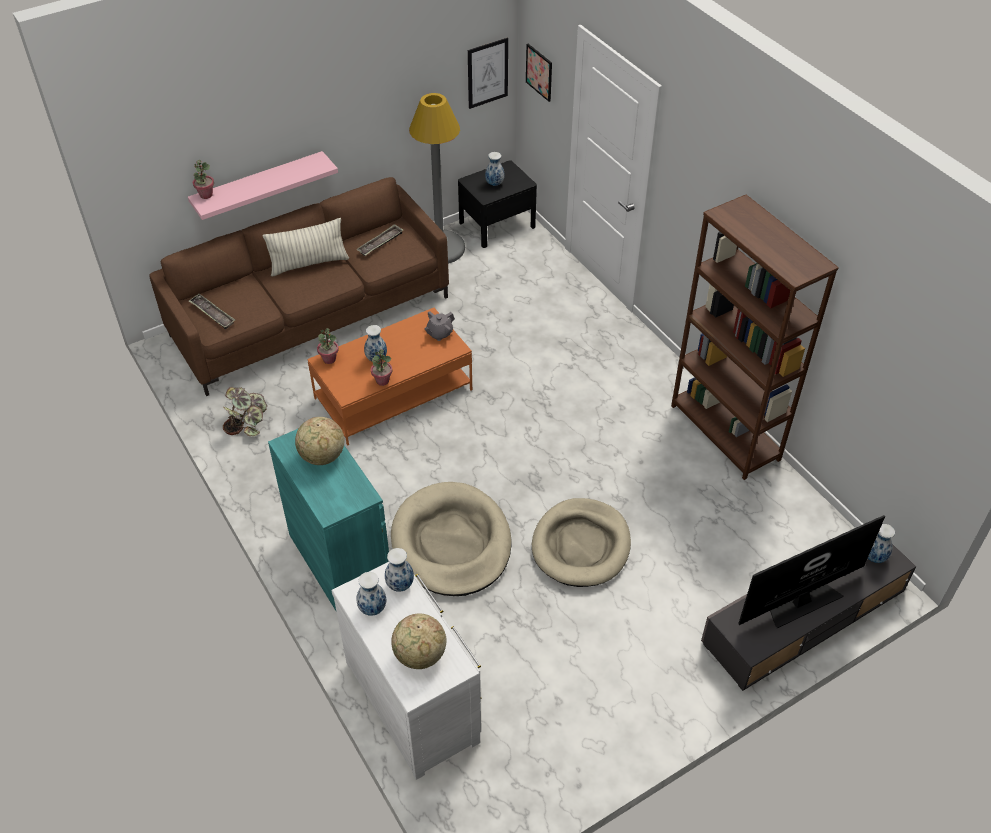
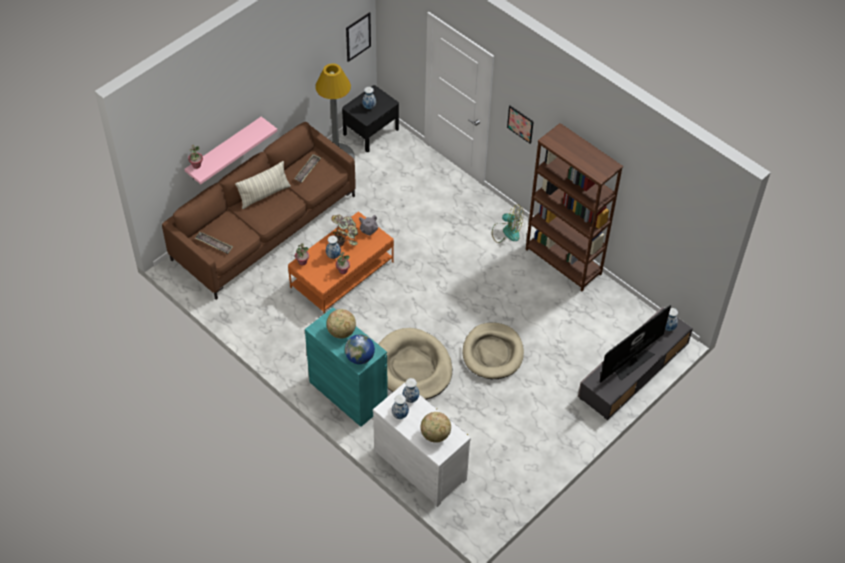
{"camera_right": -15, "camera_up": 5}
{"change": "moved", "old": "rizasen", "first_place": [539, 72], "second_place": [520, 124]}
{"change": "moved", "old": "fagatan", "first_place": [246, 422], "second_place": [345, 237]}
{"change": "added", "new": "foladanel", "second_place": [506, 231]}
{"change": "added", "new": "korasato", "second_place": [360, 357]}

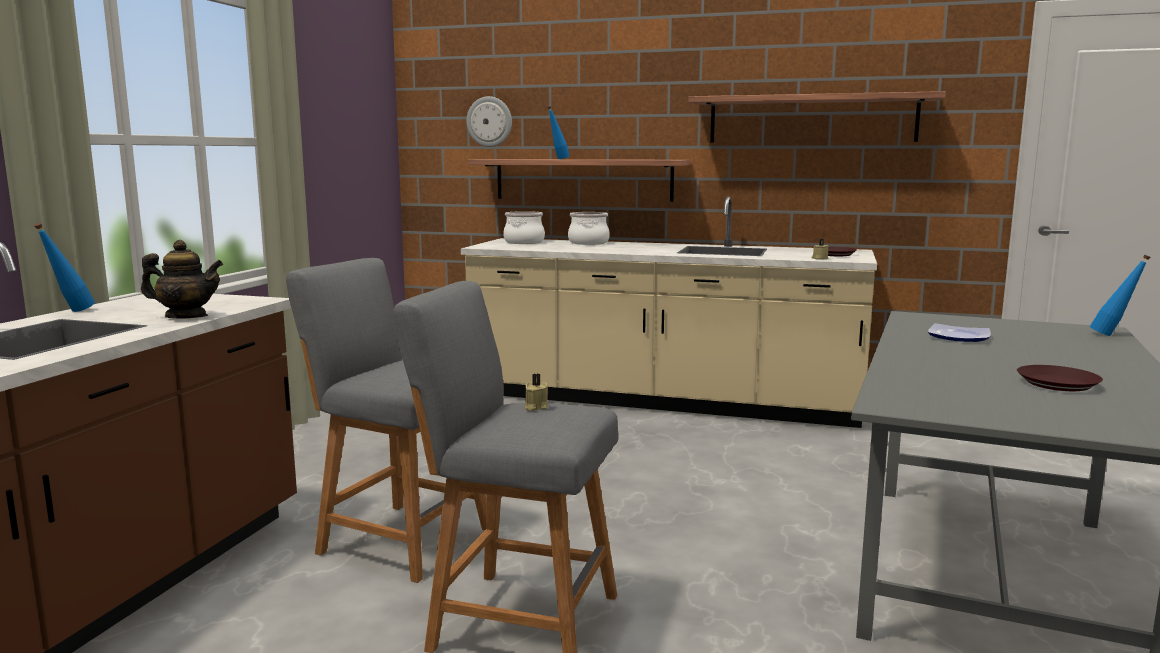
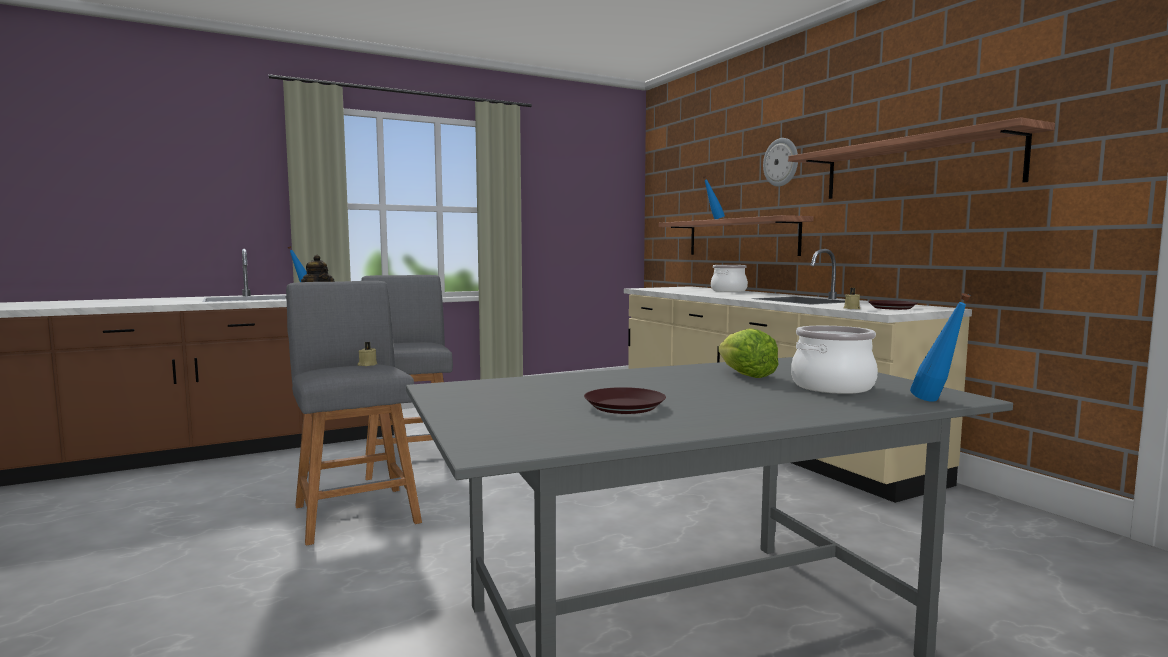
{"camera_right": 45, "camera_up": -5}
{"change": "moved", "old": "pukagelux", "first_place": [489, 121], "second_place": [781, 162]}
{"change": "moved", "old": "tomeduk", "first_place": [524, 242], "second_place": [833, 387]}
{"change": "replaced", "old": "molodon", "new": "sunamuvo", "first_place": [959, 337], "second_place": [745, 375]}

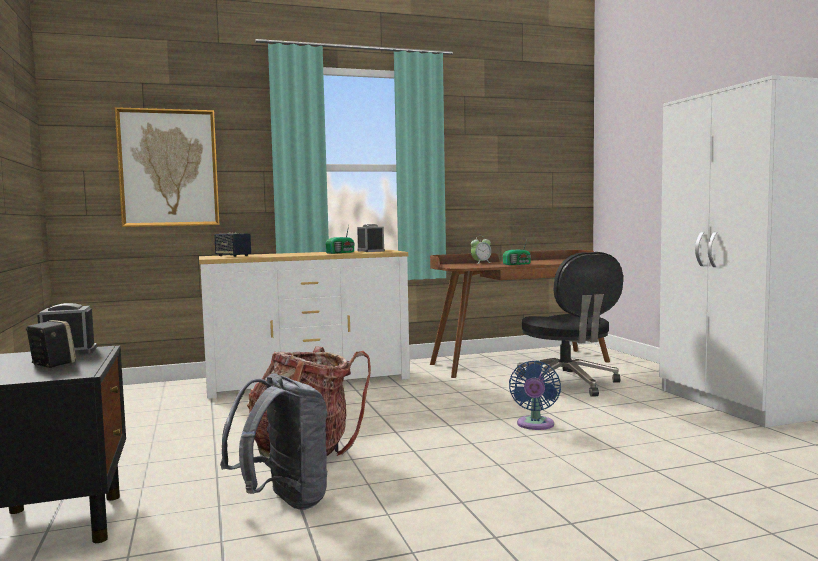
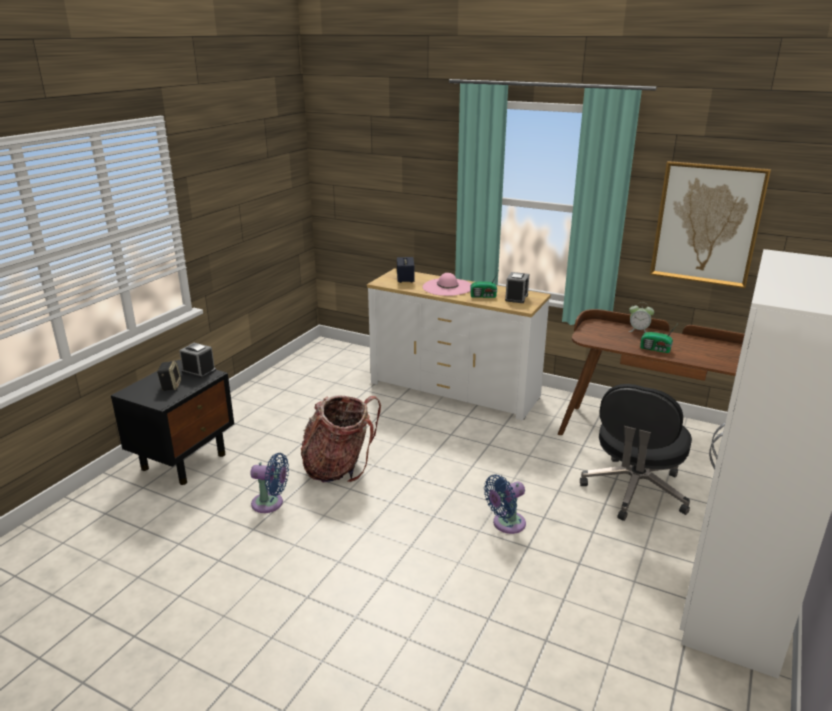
{"camera_right": 45, "camera_up": 20}
{"change": "moved", "old": "rizasen", "first_place": [168, 168], "second_place": [707, 224]}
{"change": "replaced", "old": "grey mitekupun", "new": "blue foladanel", "first_place": [283, 502], "second_place": [270, 503]}
{"change": "added", "new": "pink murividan", "second_place": [448, 287]}

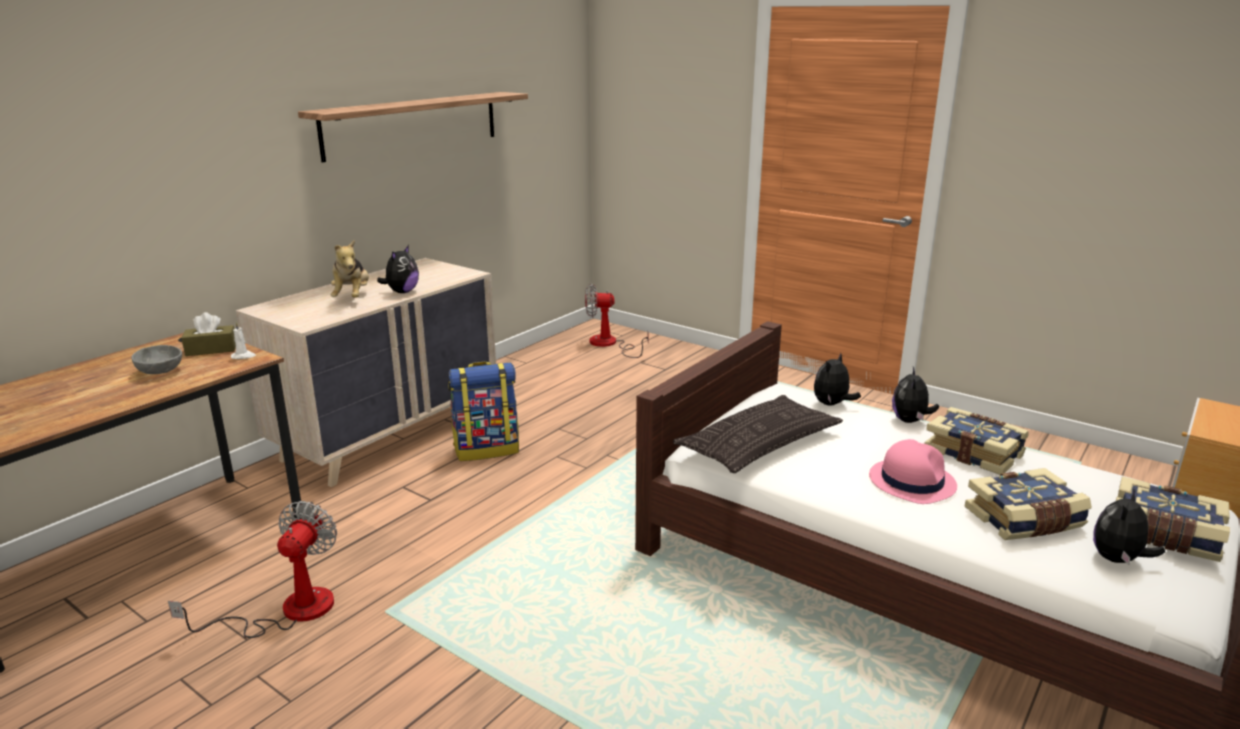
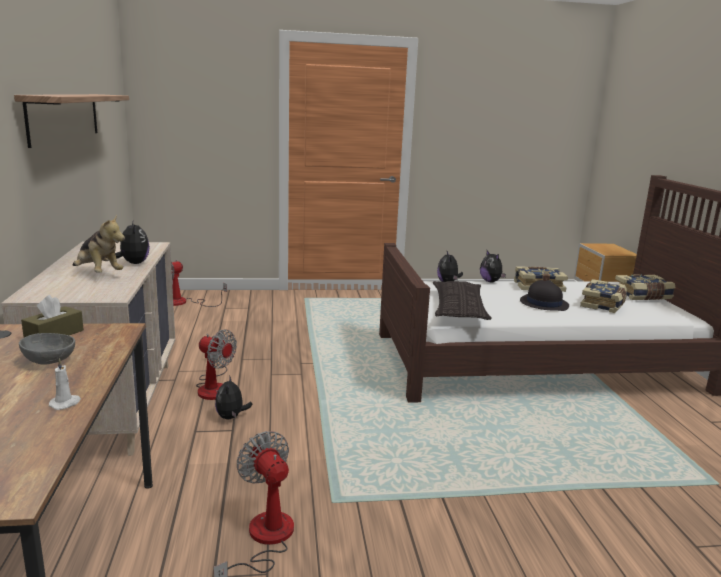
{"camera_right": -45, "camera_up": -5}
{"change": "moved", "old": "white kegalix", "first_place": [243, 356], "second_place": [65, 403]}
{"change": "replaced", "old": "mitekupun", "new": "foladanel", "first_place": [487, 449], "second_place": [214, 387]}
{"change": "recoloured", "old": "pink murividan", "new": "black murividan", "first_place": [911, 481], "second_place": [543, 303]}
{"change": "moved", "old": "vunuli", "first_place": [1118, 560], "second_place": [231, 417]}

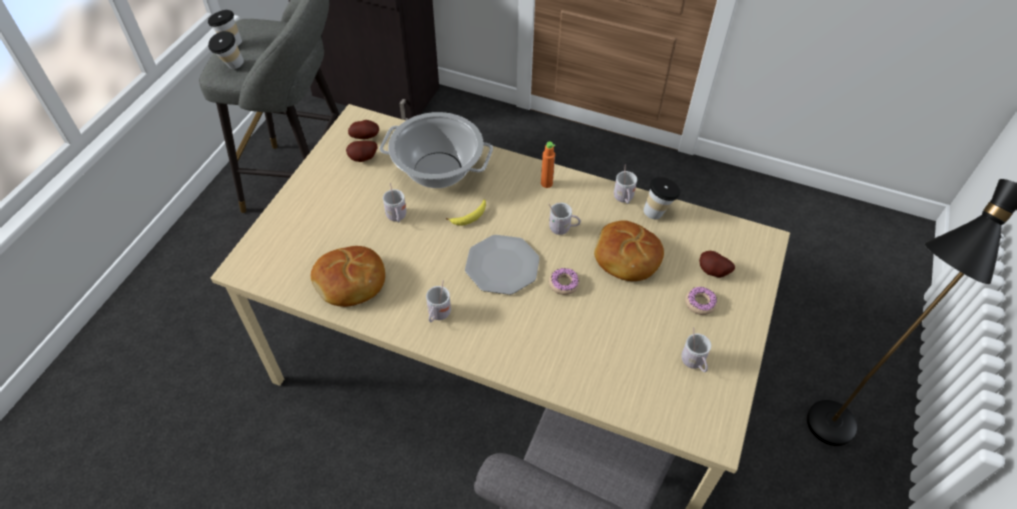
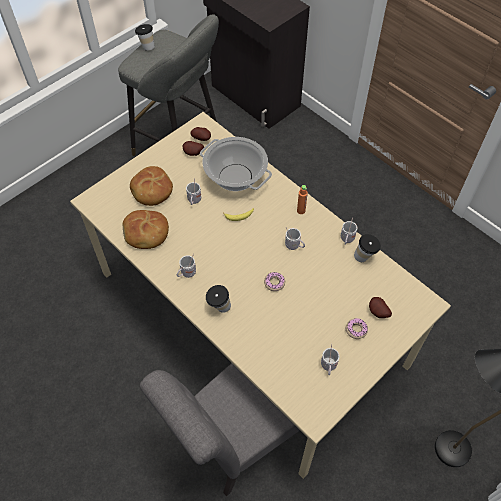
{"camera_right": 25, "camera_up": 5}
{"change": "moved", "old": "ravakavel", "first_place": [231, 67], "second_place": [219, 308]}
{"change": "moved", "old": "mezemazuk", "first_place": [626, 258], "second_place": [152, 190]}
{"change": "removed", "old": "molodon", "first_place": [502, 265]}

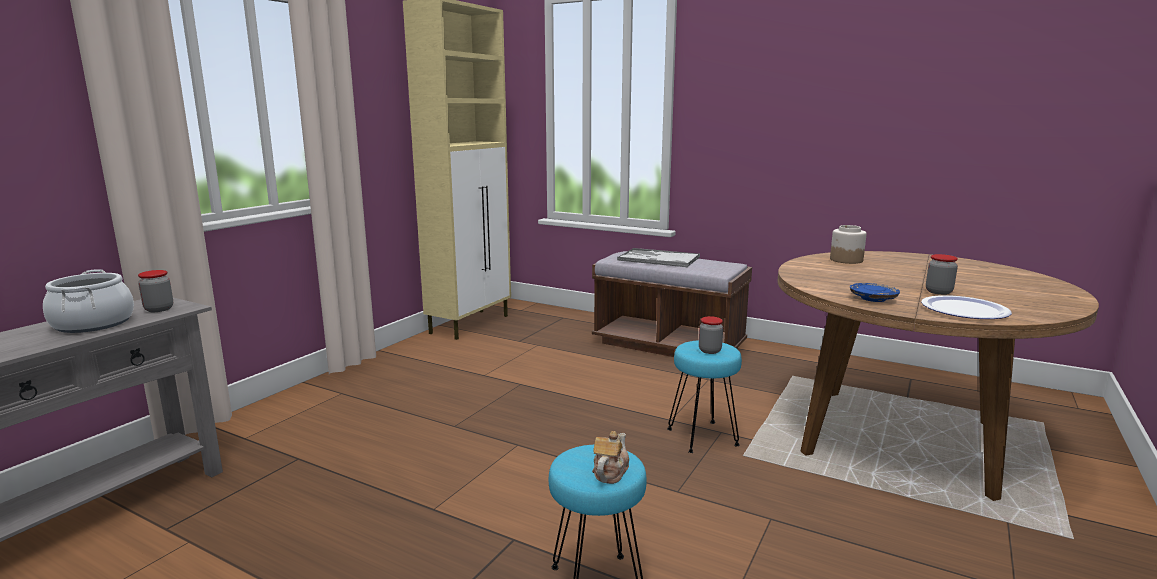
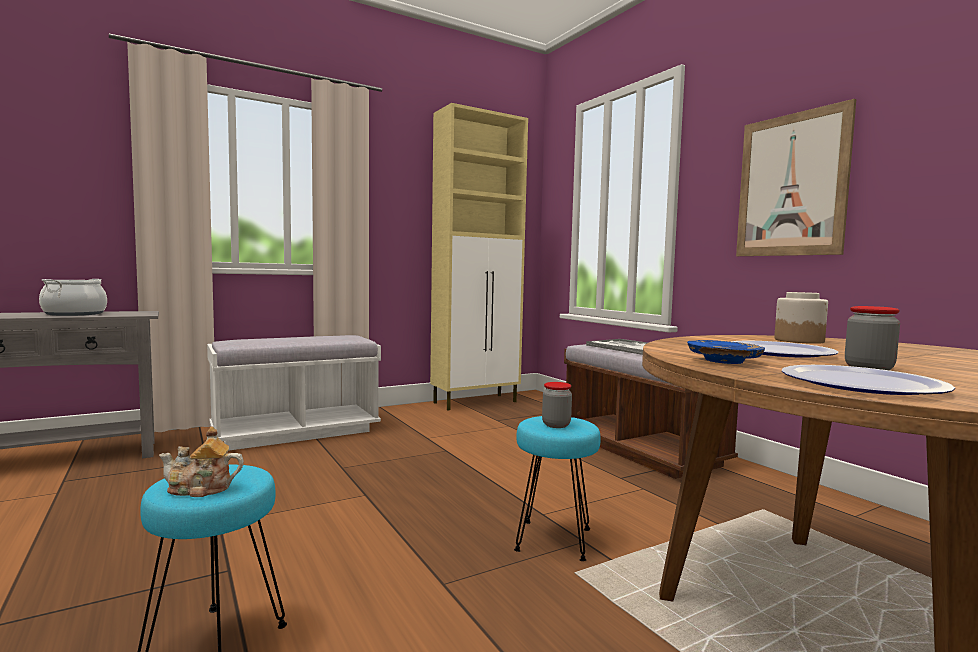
{"camera_right": 30, "camera_up": -10}
{"change": "removed", "old": "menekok", "first_place": [159, 309]}
{"change": "turned", "old": "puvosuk", "first_place": [610, 472], "second_place": [201, 489], "degrees": -150}
{"change": "added", "new": "rizasen", "second_place": [791, 185]}
{"change": "added", "new": "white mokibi", "second_place": [296, 432]}
{"change": "added", "new": "molodon", "second_place": [778, 352]}

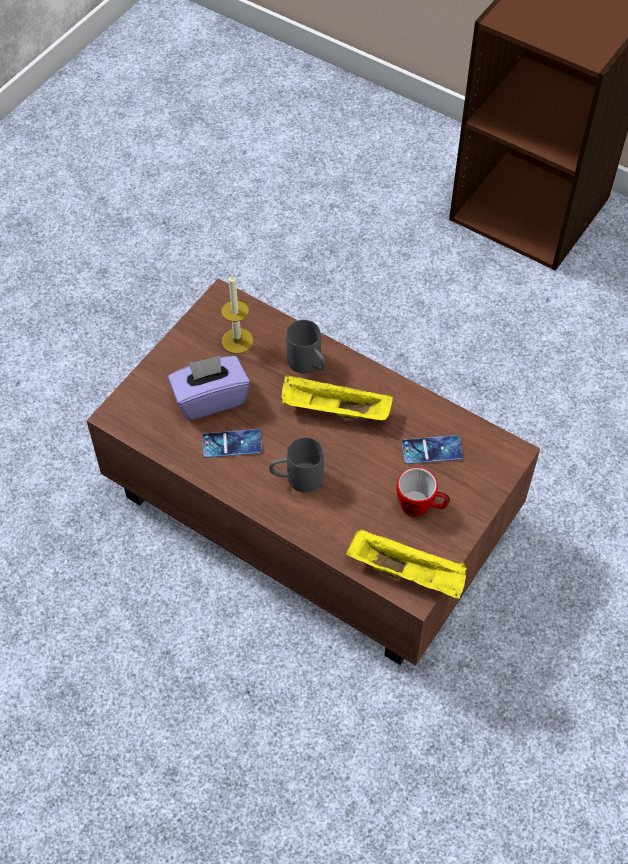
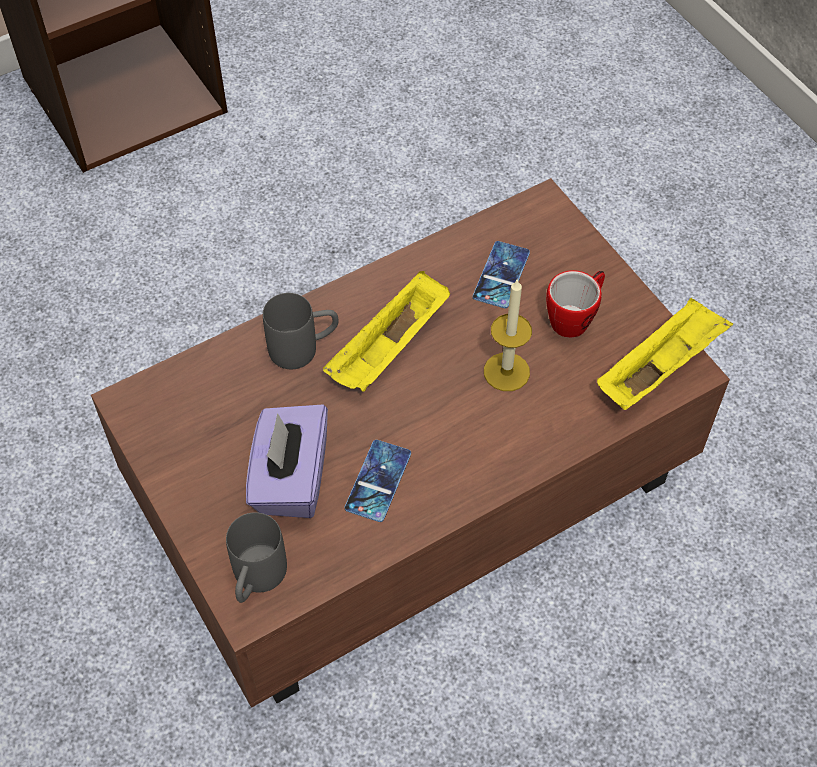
{"camera_right": -65, "camera_up": 0}
{"change": "moved", "old": "kegalix", "first_place": [237, 341], "second_place": [506, 372]}
{"change": "moved", "old": "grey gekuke", "first_place": [296, 479], "second_place": [256, 580]}

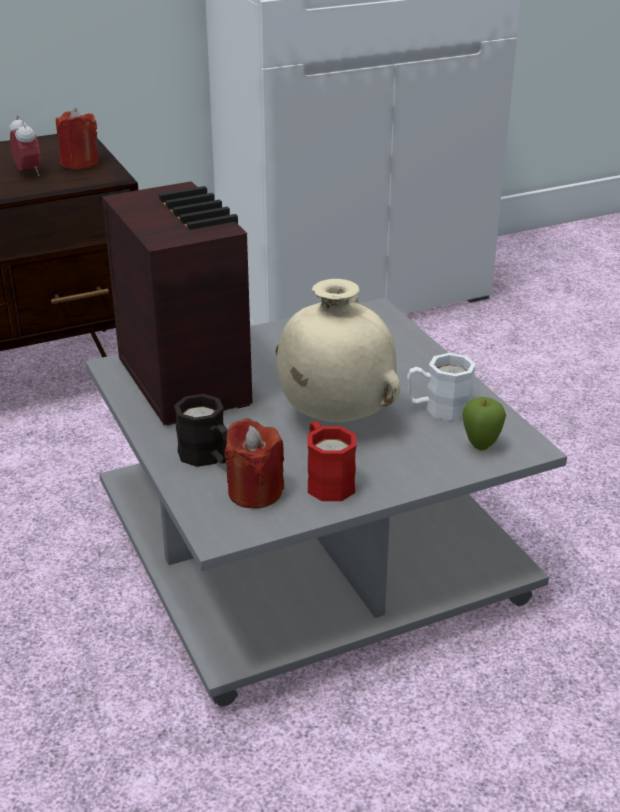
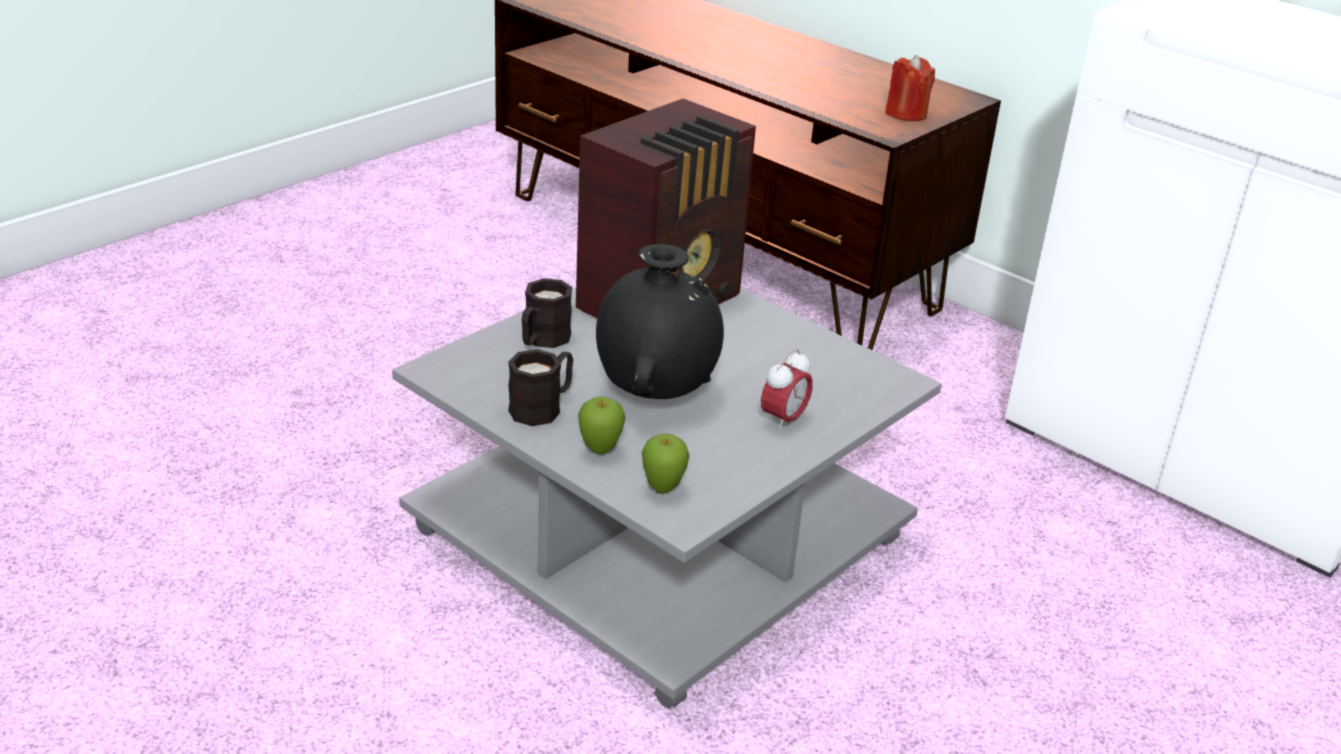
{"camera_right": 65, "camera_up": 0}
{"change": "moved", "old": "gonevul", "first_place": [28, 172], "second_place": [783, 420]}
{"change": "recoloured", "old": "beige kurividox", "new": "black kurividox", "first_place": [334, 417], "second_place": [655, 393]}
{"change": "removed", "old": "white gekuke", "first_place": [438, 408]}
{"change": "removed", "old": "red kegalix", "first_place": [255, 492]}
{"change": "recoloured", "old": "red gekuke", "new": "black gekuke", "first_place": [326, 480], "second_place": [543, 407]}
{"change": "added", "new": "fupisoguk", "second_place": [600, 451]}

